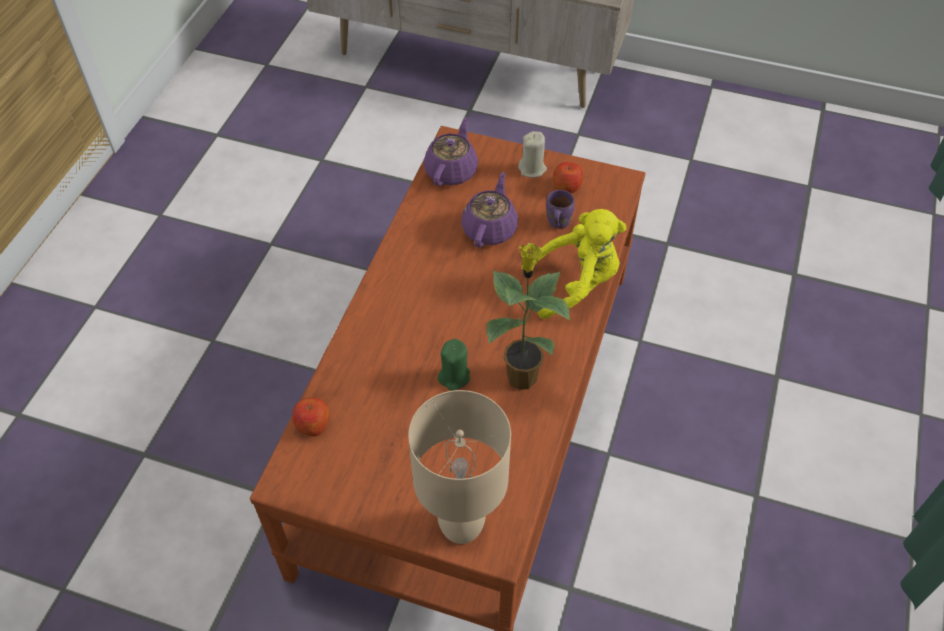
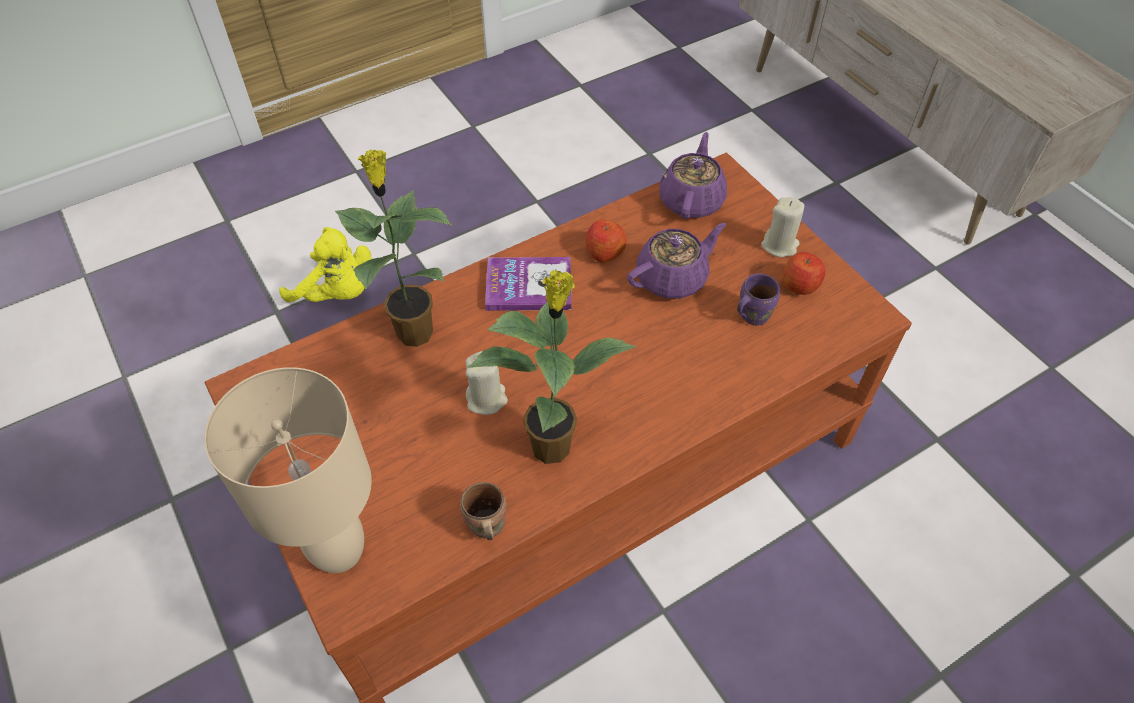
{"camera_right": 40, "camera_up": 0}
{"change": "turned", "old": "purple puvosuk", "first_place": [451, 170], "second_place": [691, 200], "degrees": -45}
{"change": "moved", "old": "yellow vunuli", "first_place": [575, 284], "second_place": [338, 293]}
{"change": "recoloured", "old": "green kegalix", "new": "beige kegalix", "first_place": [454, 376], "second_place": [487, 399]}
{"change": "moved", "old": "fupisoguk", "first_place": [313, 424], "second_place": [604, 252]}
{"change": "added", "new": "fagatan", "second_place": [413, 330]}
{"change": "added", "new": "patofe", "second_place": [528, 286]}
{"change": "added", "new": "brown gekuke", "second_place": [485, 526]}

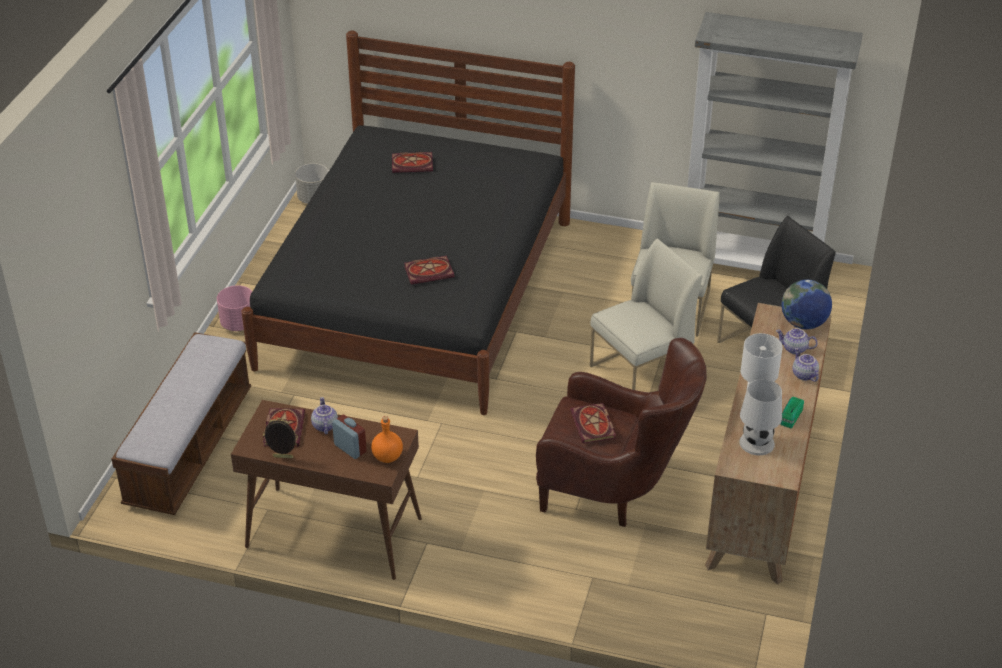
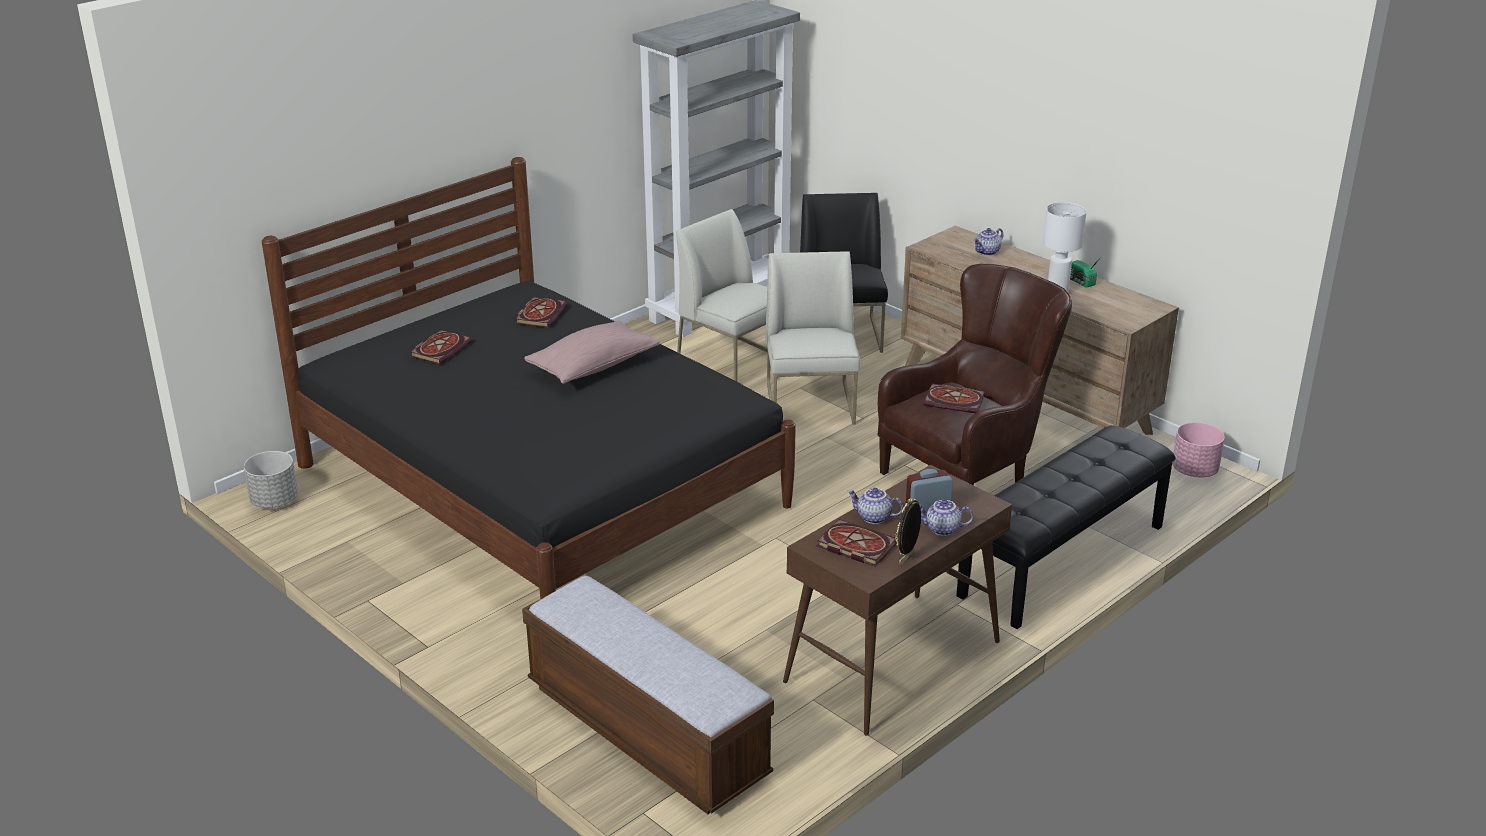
{"camera_right": -60, "camera_up": -10}
{"change": "moved", "old": "patofe", "first_place": [430, 271], "second_place": [540, 314]}
{"change": "removed", "old": "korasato", "first_place": [803, 323]}
{"change": "moved", "old": "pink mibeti", "first_place": [238, 323], "second_place": [1194, 471]}
{"change": "moved", "old": "puvosuk", "first_place": [803, 375], "second_place": [942, 529]}
{"change": "removed", "old": "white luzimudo", "first_place": [757, 443]}
{"change": "removed", "old": "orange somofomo", "first_place": [388, 457]}
{"change": "added", "new": "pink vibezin", "second_place": [593, 367]}
{"change": "added", "new": "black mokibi", "second_place": [1063, 561]}

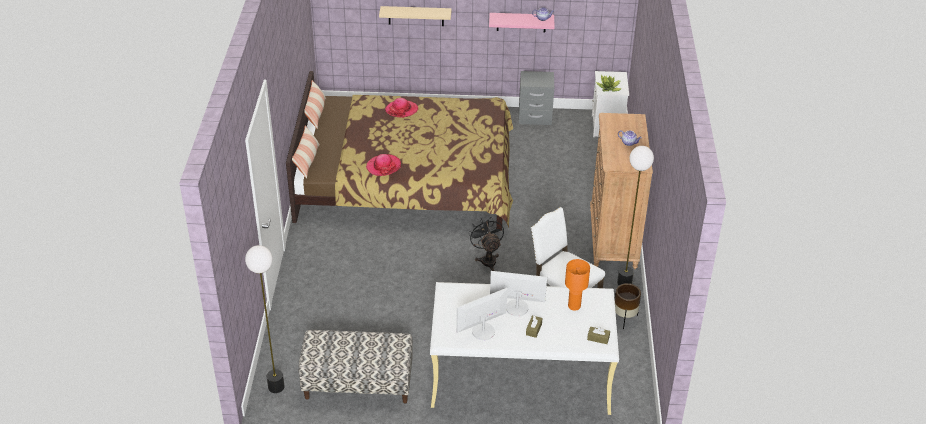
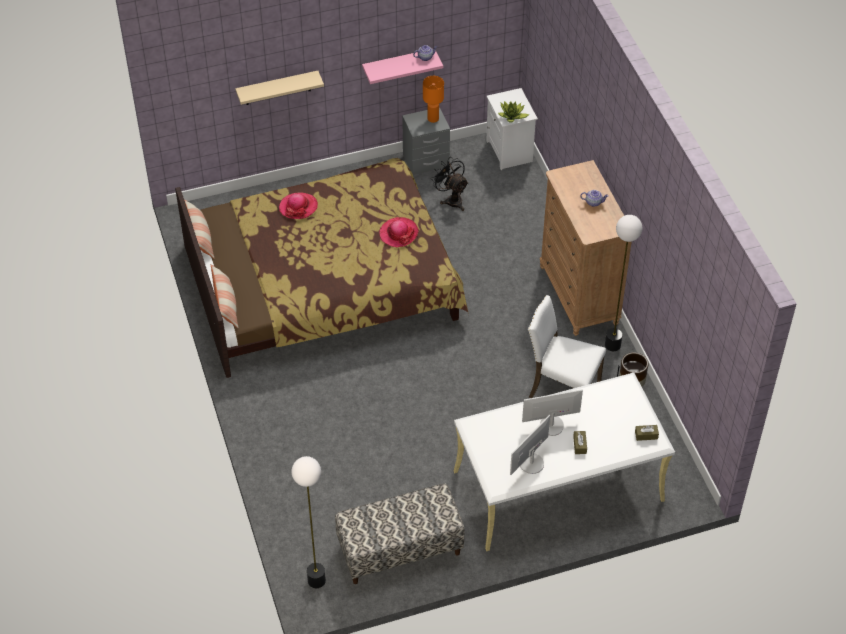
{"camera_right": -20, "camera_up": 10}
{"change": "moved", "old": "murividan", "first_place": [383, 166], "second_place": [398, 233]}
{"change": "moved", "old": "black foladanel", "first_place": [487, 259], "second_place": [451, 199]}
{"change": "moved", "old": "orange luzimudo", "first_place": [574, 306], "second_place": [432, 118]}

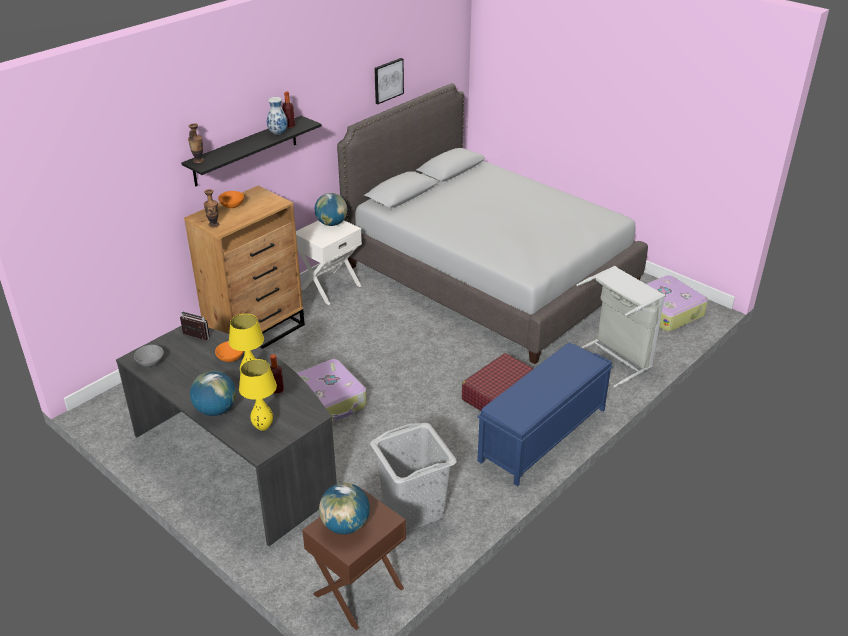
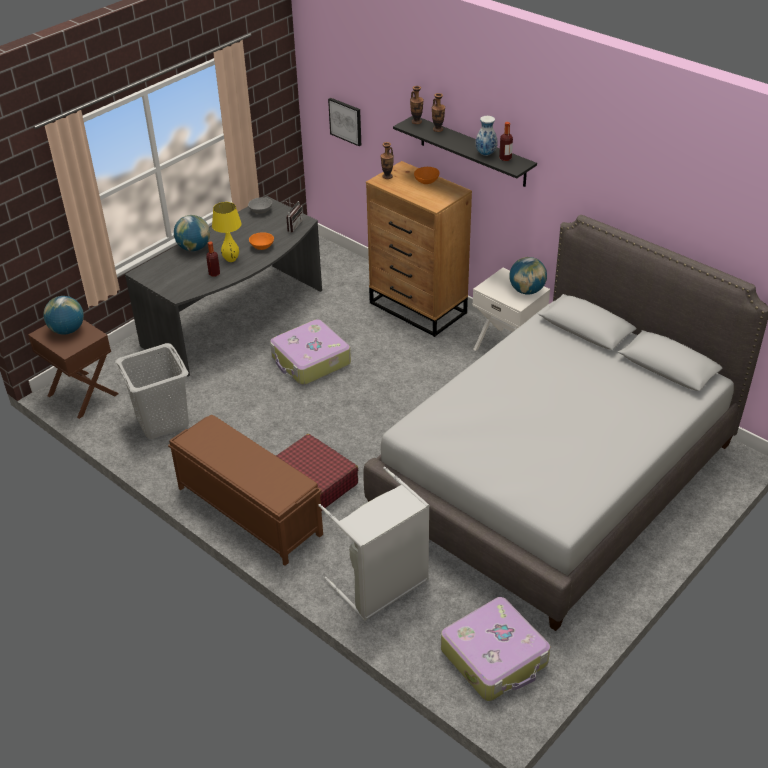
{"camera_right": 90, "camera_up": 5}
{"change": "moved", "old": "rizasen", "first_place": [388, 80], "second_place": [346, 121]}
{"change": "recoloured", "old": "blue mokibi", "new": "brown mokibi", "first_place": [542, 435], "second_place": [248, 510]}
{"change": "removed", "old": "yellow luzimudo", "first_place": [263, 427]}
{"change": "added", "new": "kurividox", "second_place": [438, 129]}

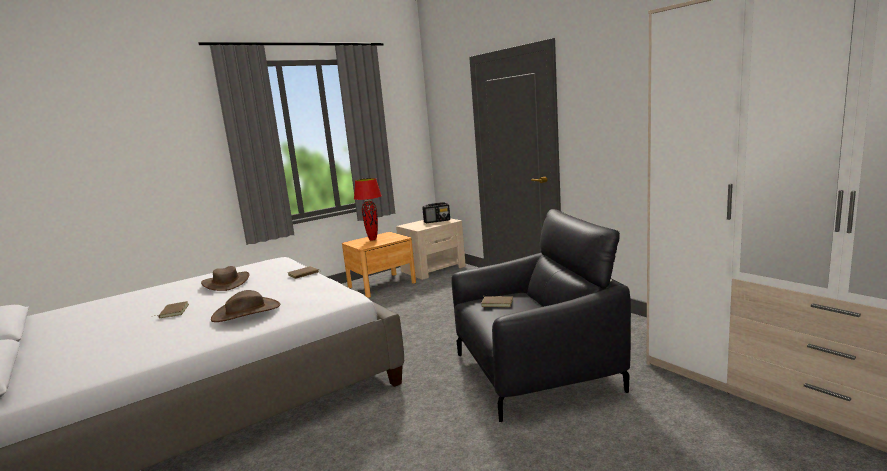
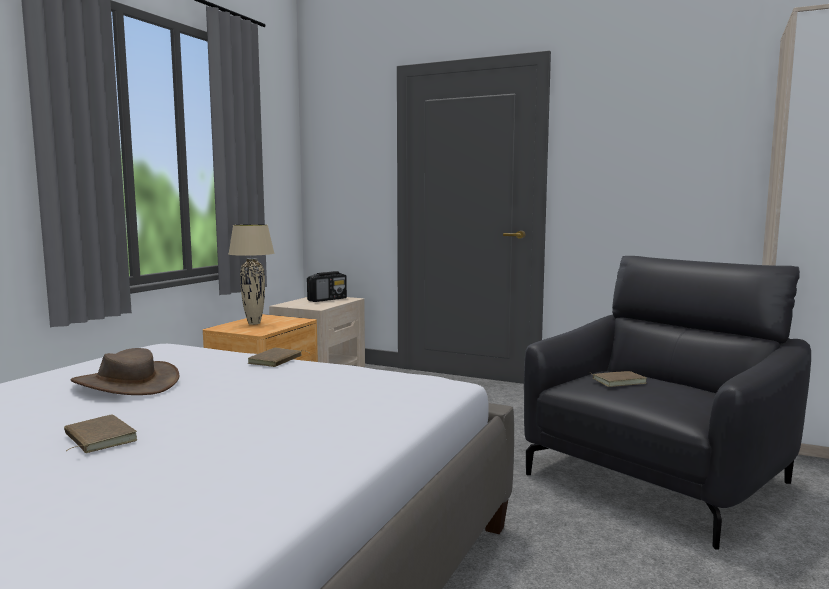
{"camera_right": -30, "camera_up": -5}
{"change": "recoloured", "old": "red luzimudo", "new": "beige luzimudo", "first_place": [373, 239], "second_place": [254, 323]}
{"change": "removed", "old": "brown murividan", "first_place": [246, 312]}

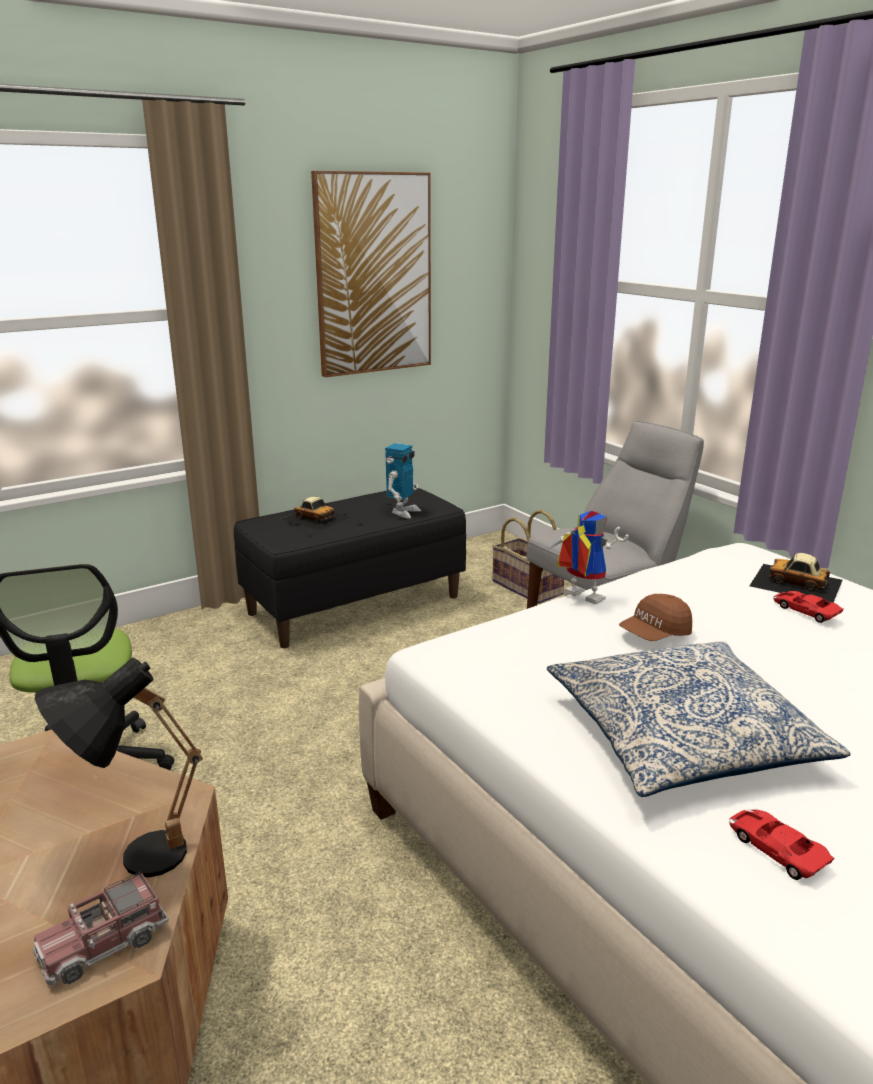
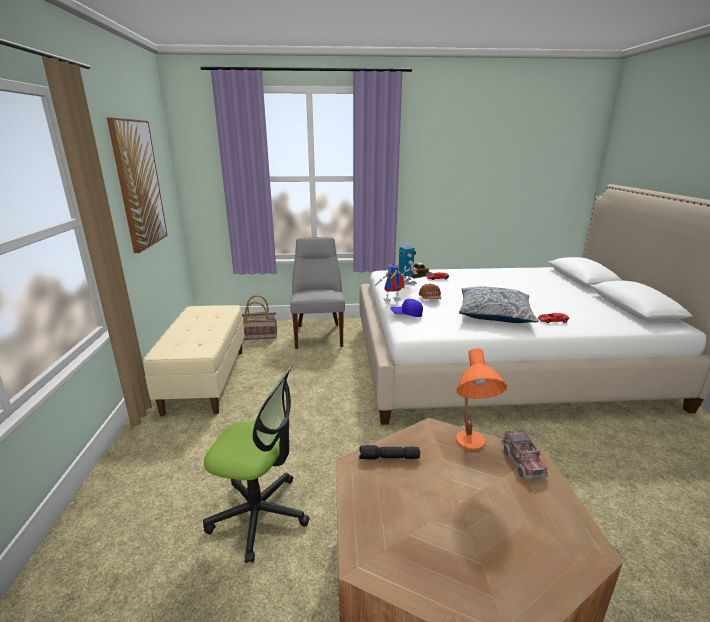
{"camera_right": -60, "camera_up": 0}
{"change": "moved", "old": "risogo", "first_place": [403, 512], "second_place": [406, 283]}
{"change": "recoloured", "old": "black mokibi", "new": "beige mokibi", "first_place": [355, 604], "second_place": [205, 379]}
{"change": "removed", "old": "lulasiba", "first_place": [315, 518]}
{"change": "recoloured", "old": "black luzimudo", "new": "orange luzimudo", "first_place": [130, 860], "second_place": [470, 448]}
{"change": "added", "new": "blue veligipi", "second_place": [406, 314]}
{"change": "added", "new": "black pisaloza", "second_place": [388, 458]}

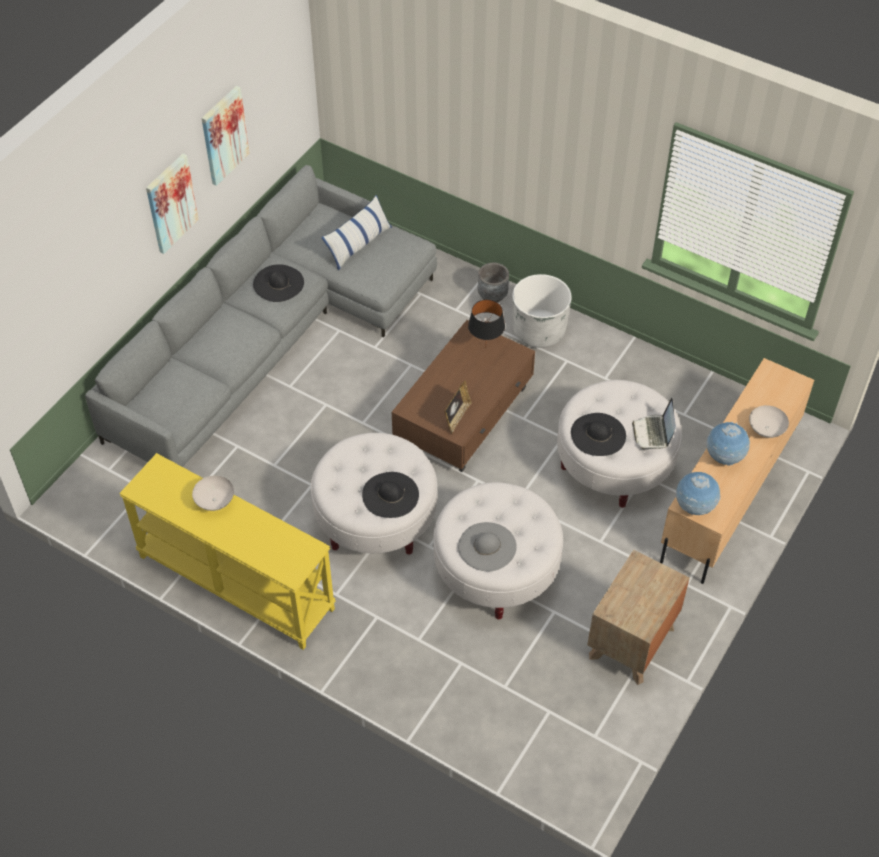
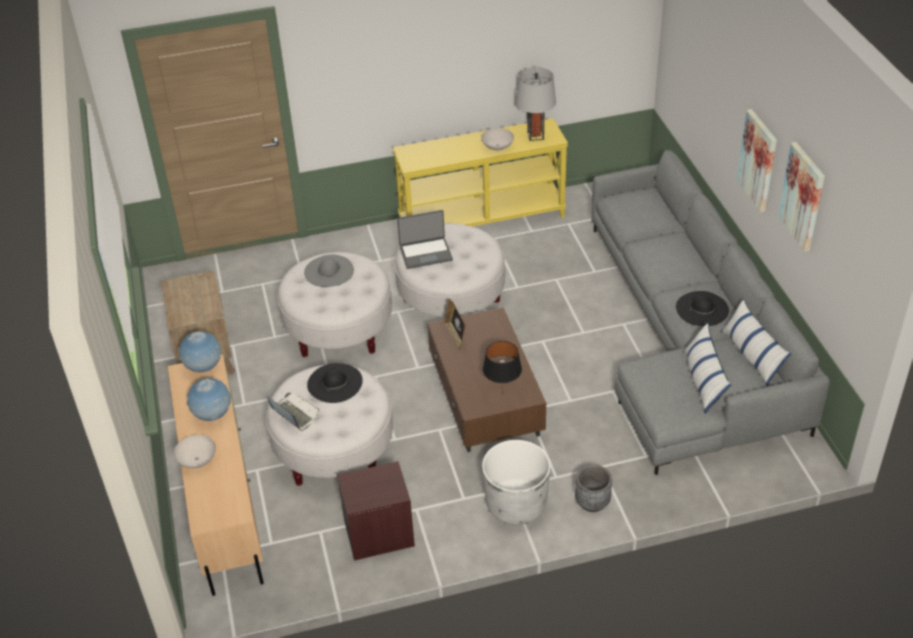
{"camera_right": 135, "camera_up": -10}
{"change": "replaced", "old": "black murividan", "new": "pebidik", "first_place": [390, 495], "second_place": [425, 253]}
{"change": "added", "new": "grey luzimudo", "second_place": [535, 136]}
{"change": "added", "new": "vibezin", "second_place": [751, 355]}
{"change": "added", "new": "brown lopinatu", "second_place": [379, 533]}

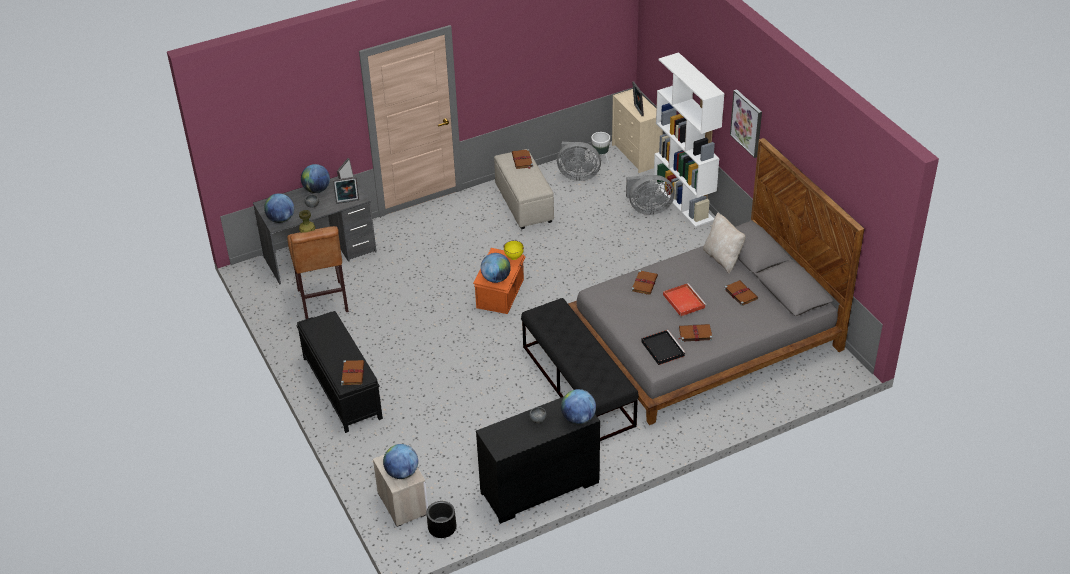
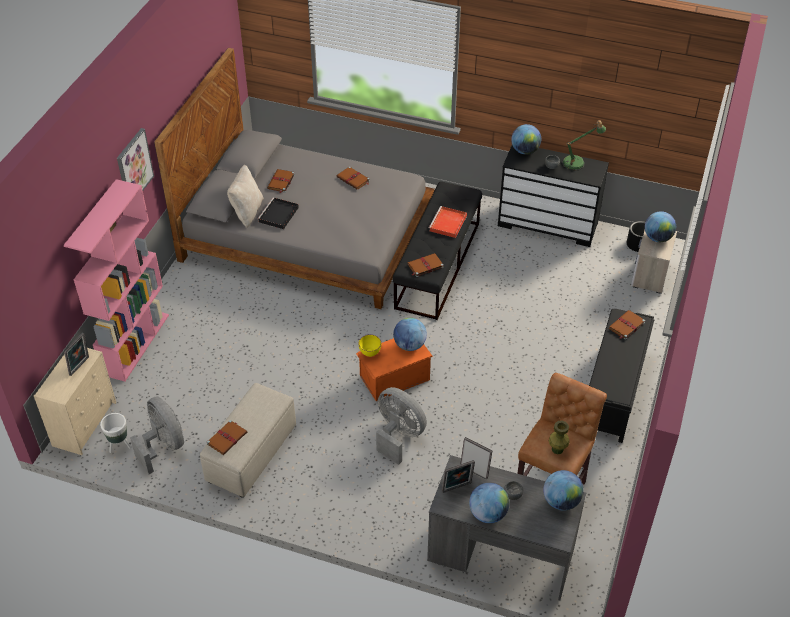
{"camera_right": -135, "camera_up": 5}
{"change": "recoloured", "old": "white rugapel", "new": "pink rugapel", "first_place": [684, 201], "second_place": [135, 343]}
{"change": "moved", "old": "grey foladanel", "first_place": [648, 209], "second_place": [398, 435]}
{"change": "moved", "old": "brown patofe", "first_place": [644, 283], "second_place": [425, 266]}
{"change": "moved", "old": "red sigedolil", "first_place": [683, 301], "second_place": [448, 224]}
{"change": "moved", "old": "black sigedolil", "first_place": [662, 348], "second_place": [278, 215]}
{"change": "added", "new": "luzimudo", "second_place": [577, 163]}

